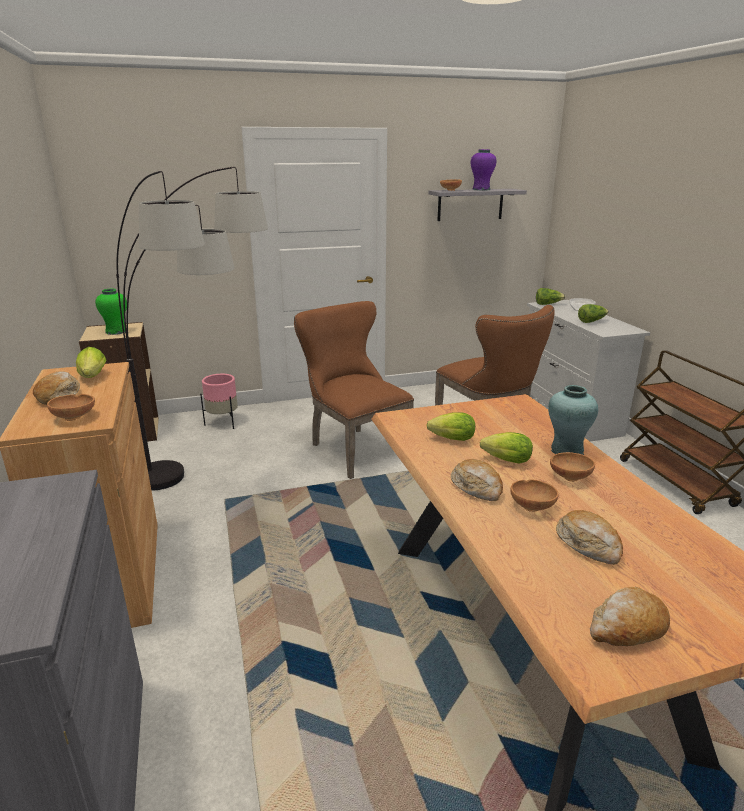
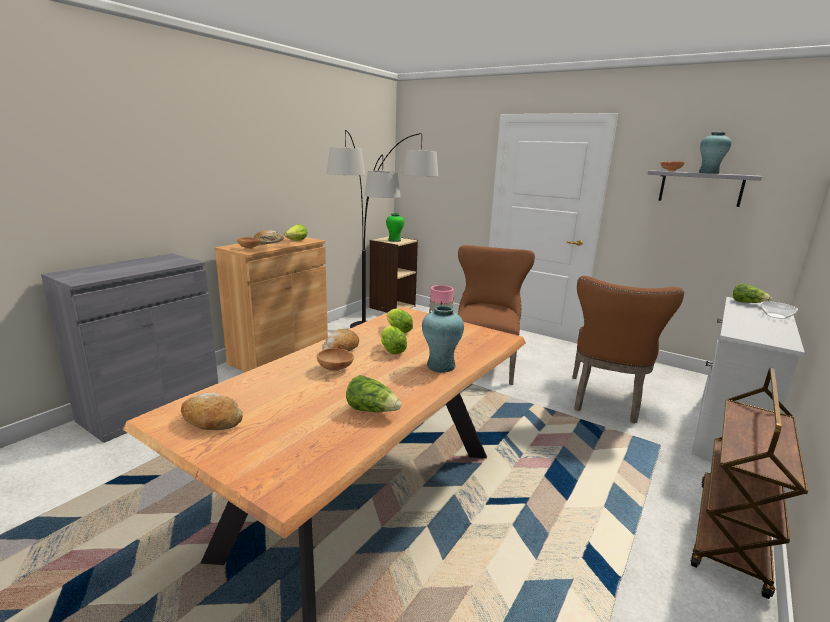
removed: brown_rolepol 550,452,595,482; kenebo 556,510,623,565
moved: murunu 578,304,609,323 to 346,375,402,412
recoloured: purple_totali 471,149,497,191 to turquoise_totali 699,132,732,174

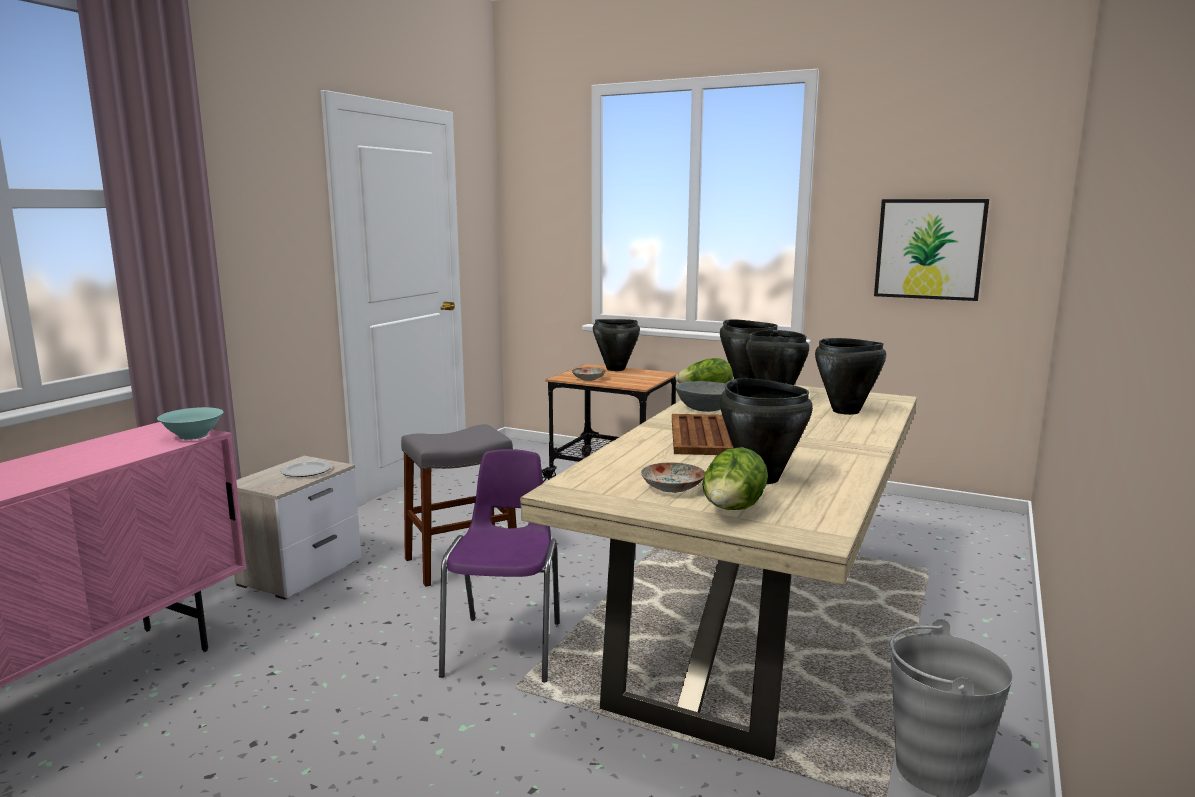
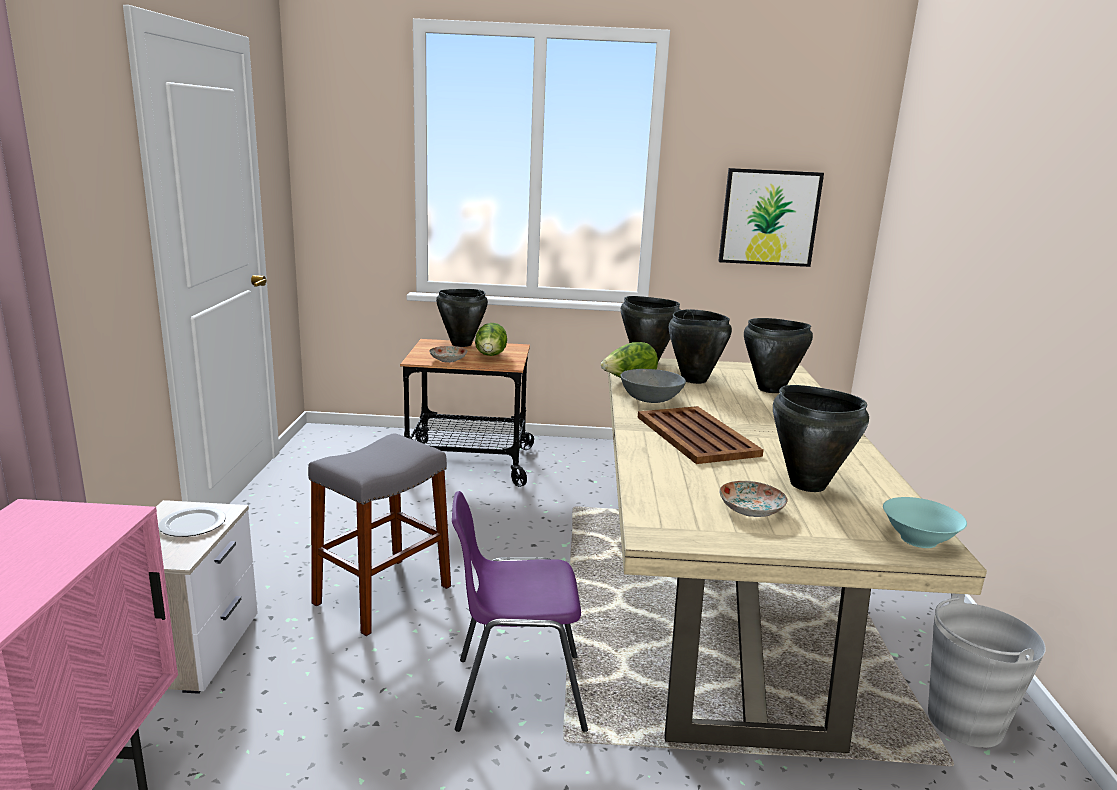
moved: murunu 702,447,768,510 to 475,323,507,356; turquoise_rolepol 157,407,223,440 to 883,497,967,548
turned: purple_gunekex 439,449,560,682 = 452,491,588,732 75 degrees counterclockwise

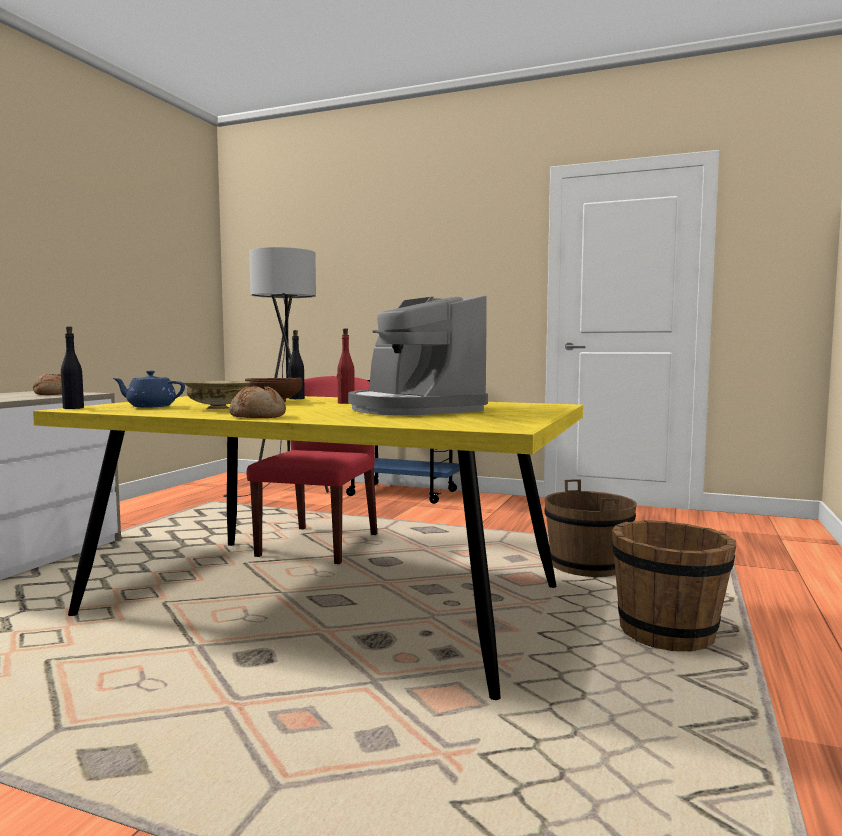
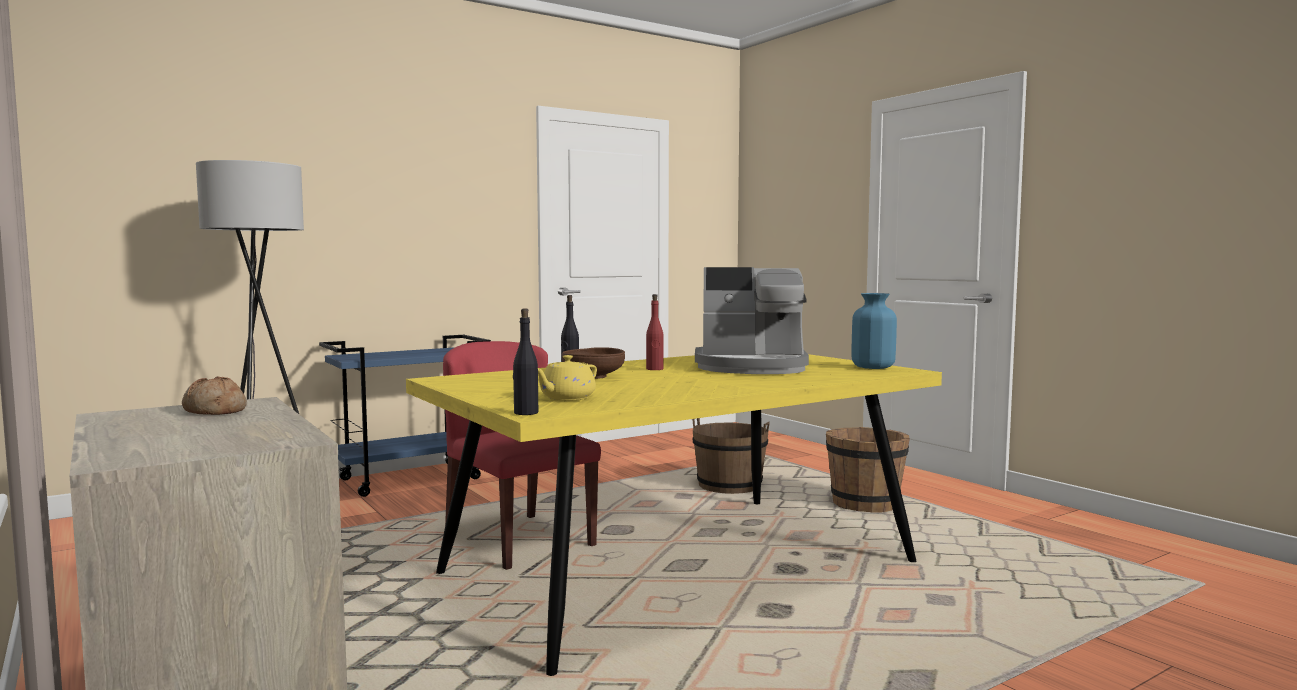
removed: beige_rolepol 184,381,251,409; kenebo 229,386,286,418
added: blue_totali 852,293,897,369
recoloured: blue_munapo 112,371,185,408 to yellow_munapo 538,355,597,401

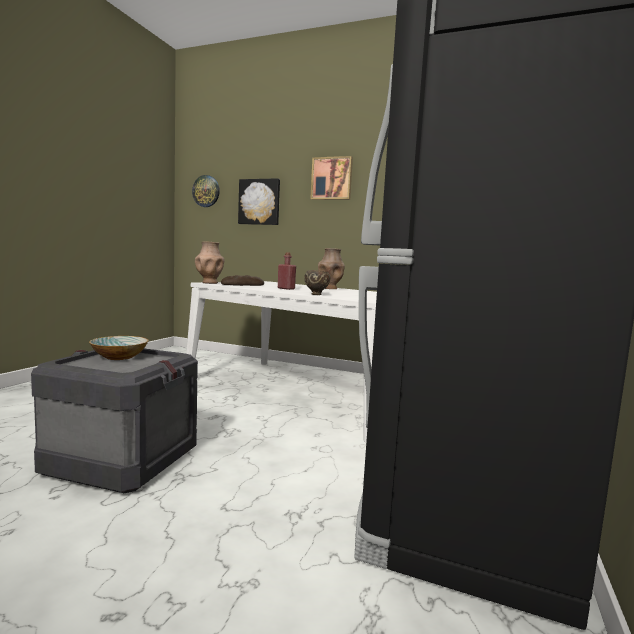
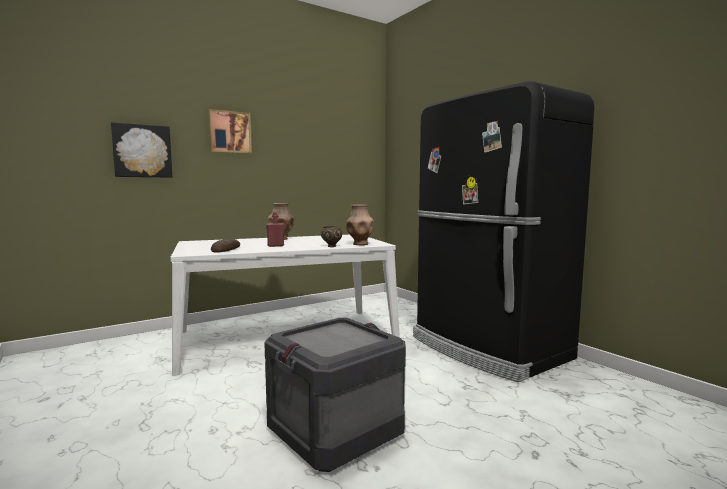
removed: rolepol 89,336,149,360; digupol 192,175,220,207
moved: brown_totali 195,242,224,284 to 346,204,374,245

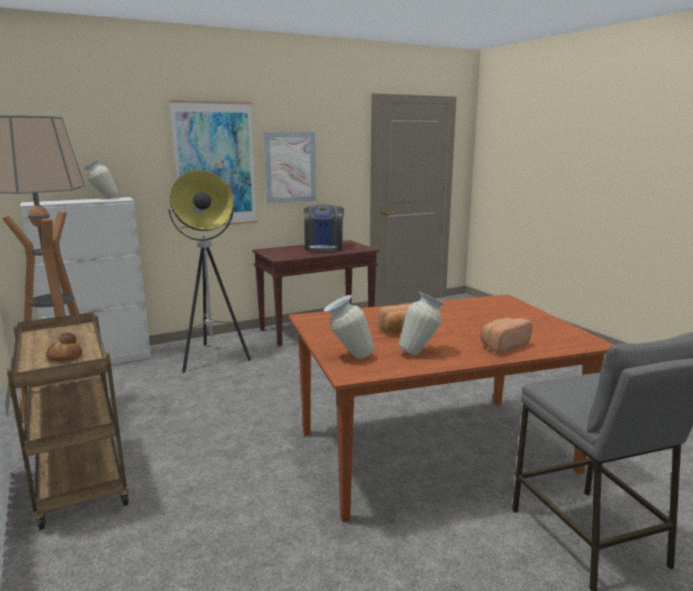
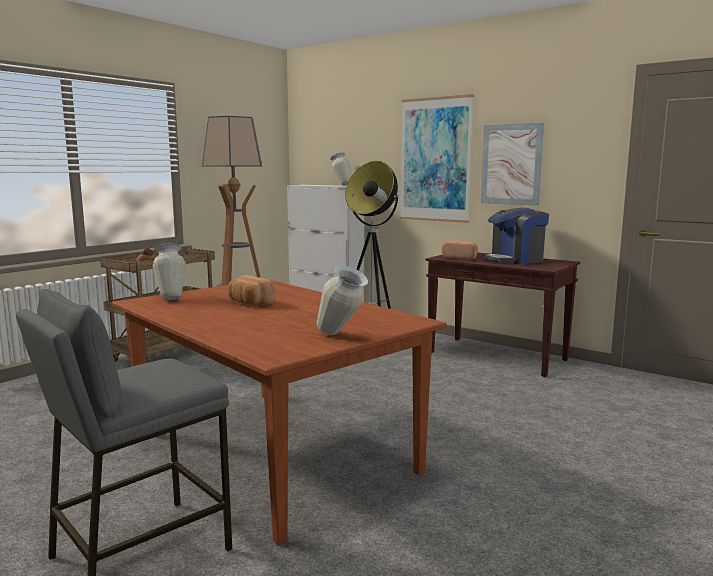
moved: totali 399,292,447,355 to 317,265,368,335; kenebo 480,318,532,353 to 442,241,478,260

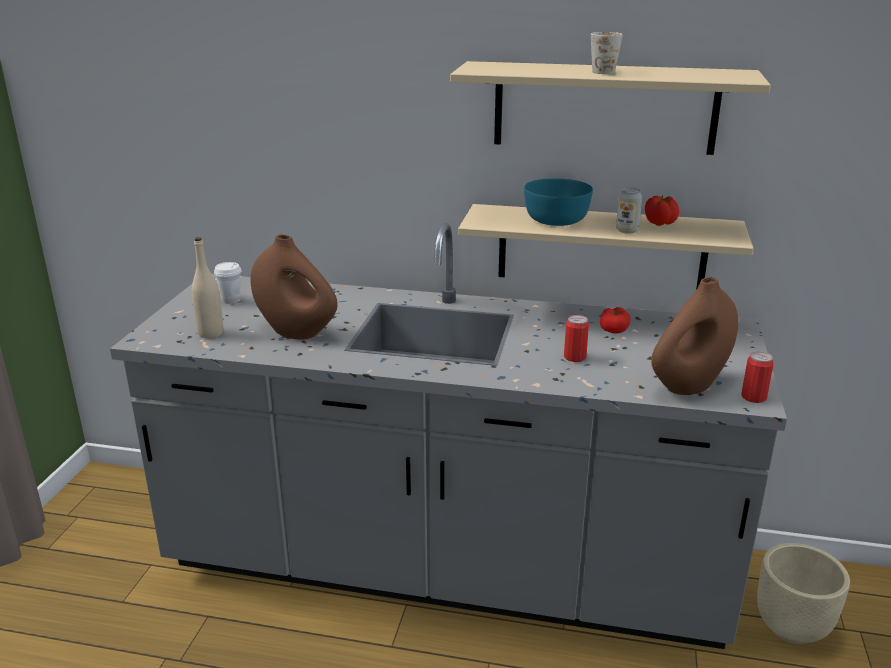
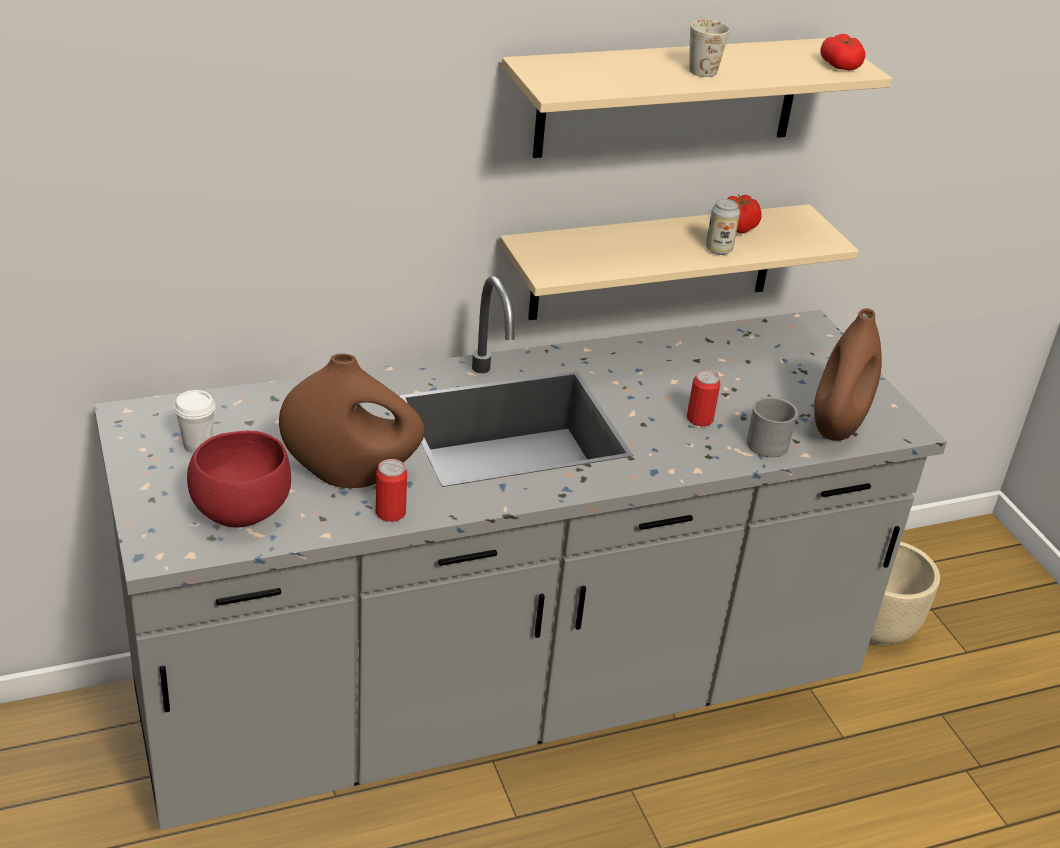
removed: turquoise_rolepol 524,178,593,226
added: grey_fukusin 746,396,798,457
moved: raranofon 741,351,774,403 to 376,459,407,522; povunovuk 600,307,630,334 to 820,34,865,71
replaced: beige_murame 192,237,223,338 to red_rolepol 187,431,291,528

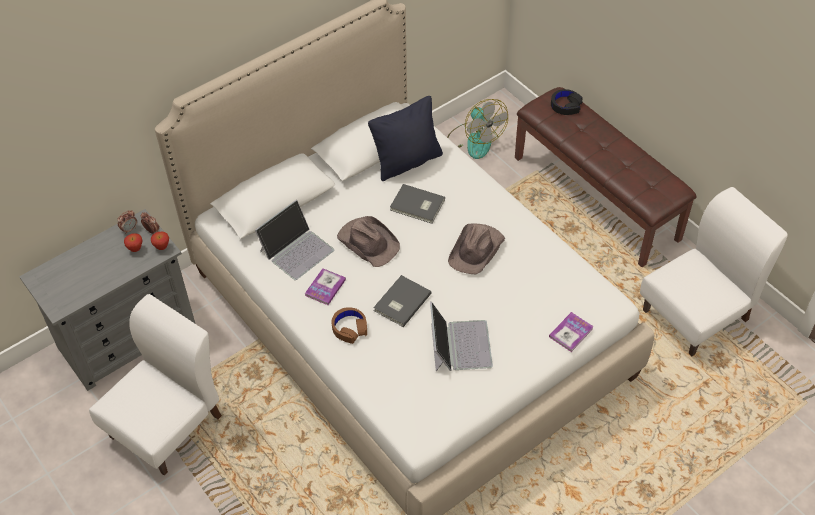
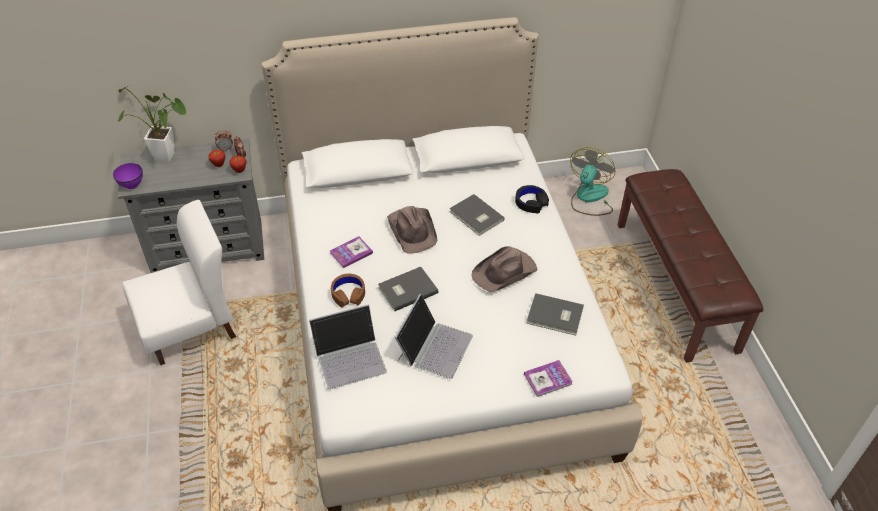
removed: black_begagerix 368,96,443,181; white_gunekex 640,187,788,356
added: purple_rolepol 113,163,143,189; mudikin 118,86,187,162; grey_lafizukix 527,293,584,335
moved: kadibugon 255,200,334,280 to 309,304,387,389; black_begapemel 551,89,583,115 to 515,185,549,213
turned: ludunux 447,99,508,159 = 570,147,615,216 150 degrees counterclockwise

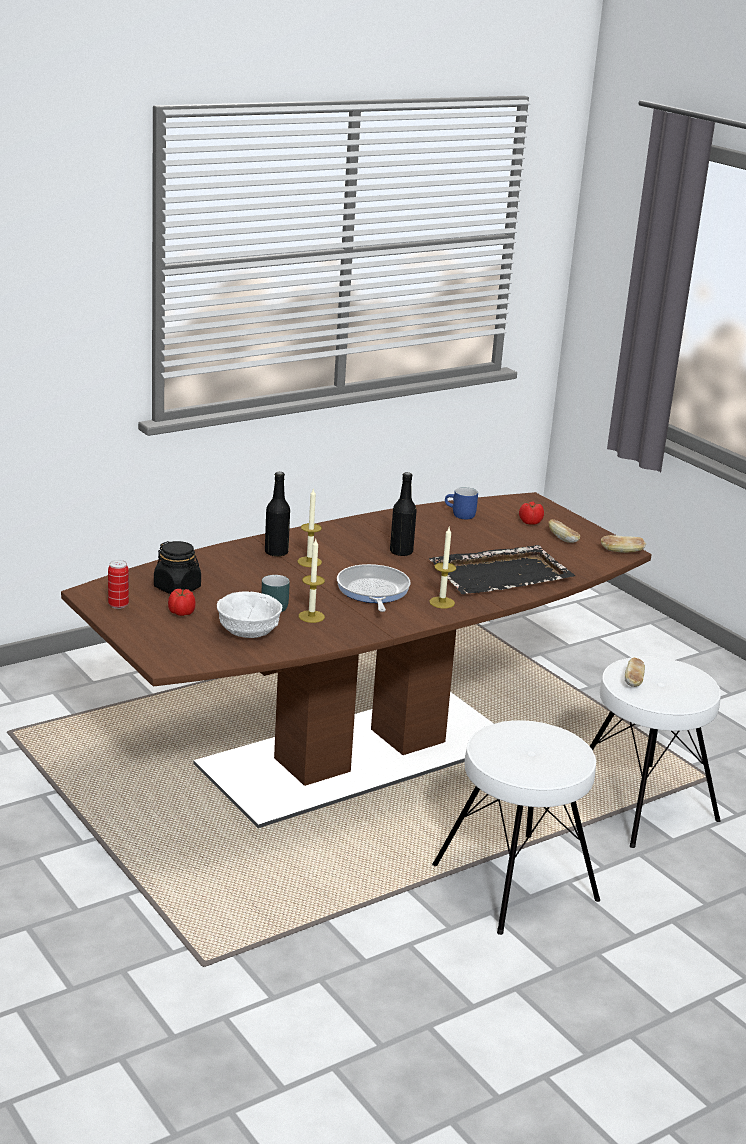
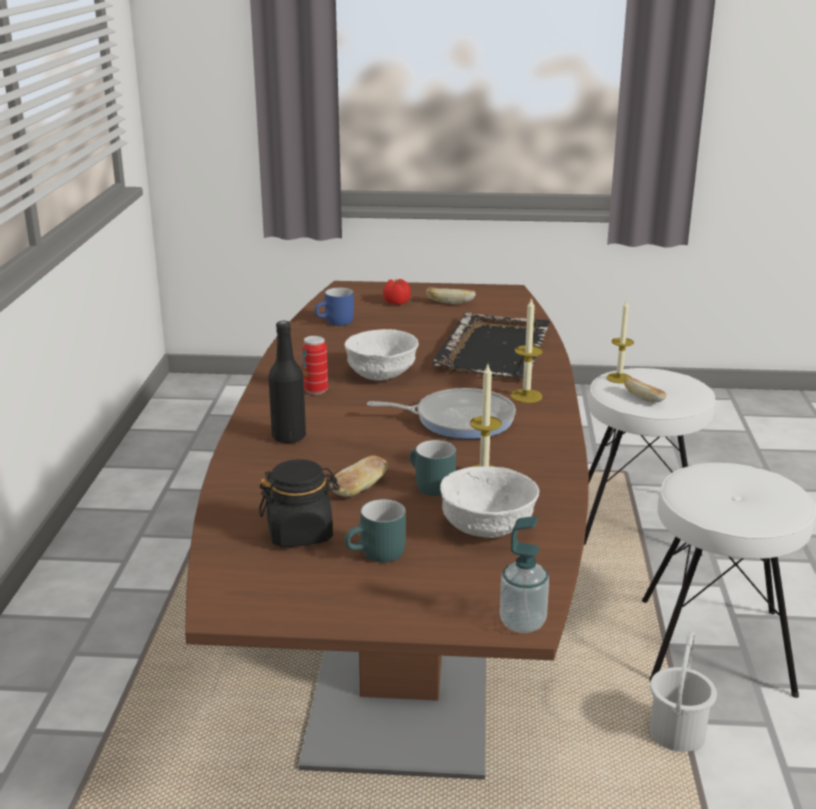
added: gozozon 500,516,549,633; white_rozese 650,631,717,752
moved: raranofon 108,560,129,609 to 302,336,328,395; kenebo 601,535,646,553 to 330,456,388,497; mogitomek 297,488,322,567 to 607,299,634,384
replaced: black_murame 390,472,417,557 to white_rolepol 344,329,419,381; povunovuk 168,589,196,616 to turquoise_fukusin 345,499,406,563
turned: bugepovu 337,564,410,612 = 367,388,516,439 150 degrees clockwise

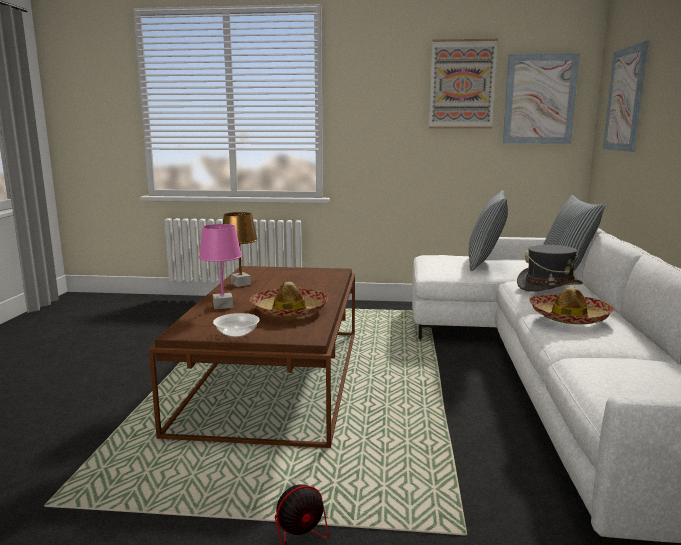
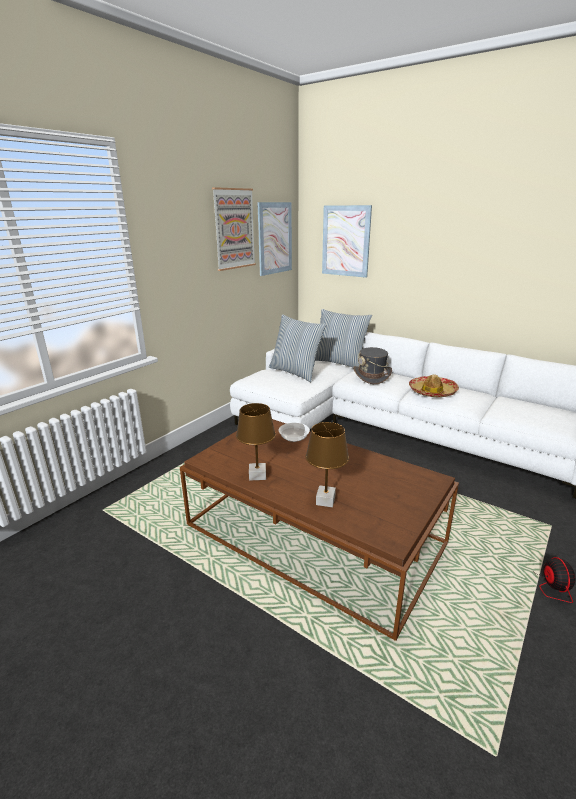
removed: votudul 249,282,328,318
moved: rolepol 213,313,260,338 to 278,423,310,442
recoloured: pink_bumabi 199,224,242,309 to brown_bumabi 306,422,349,507

